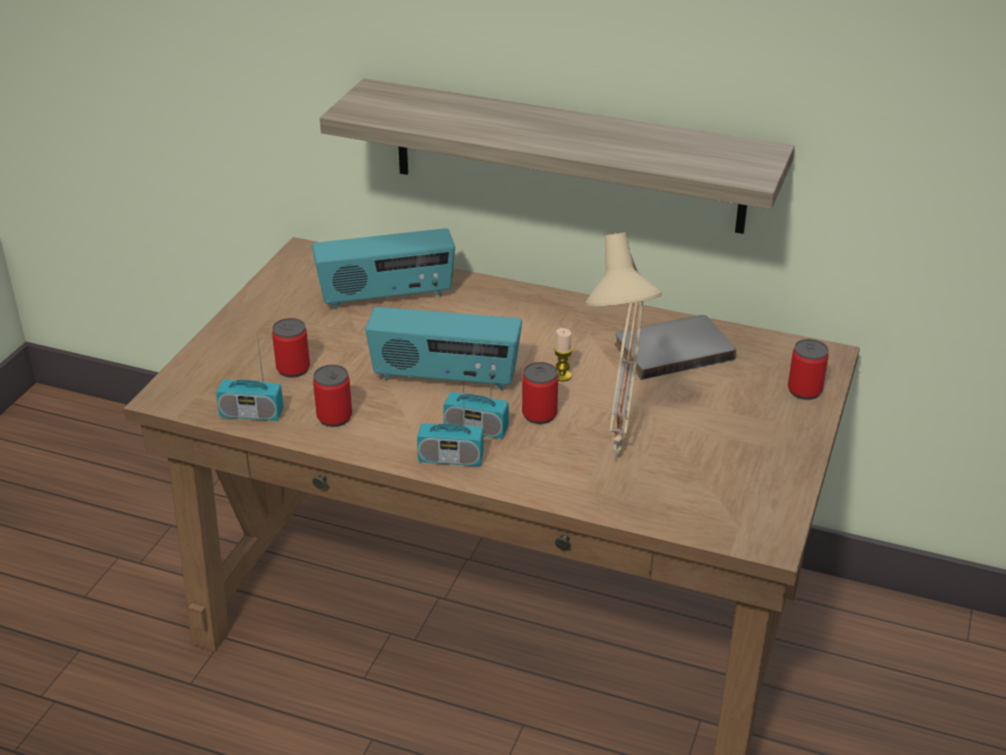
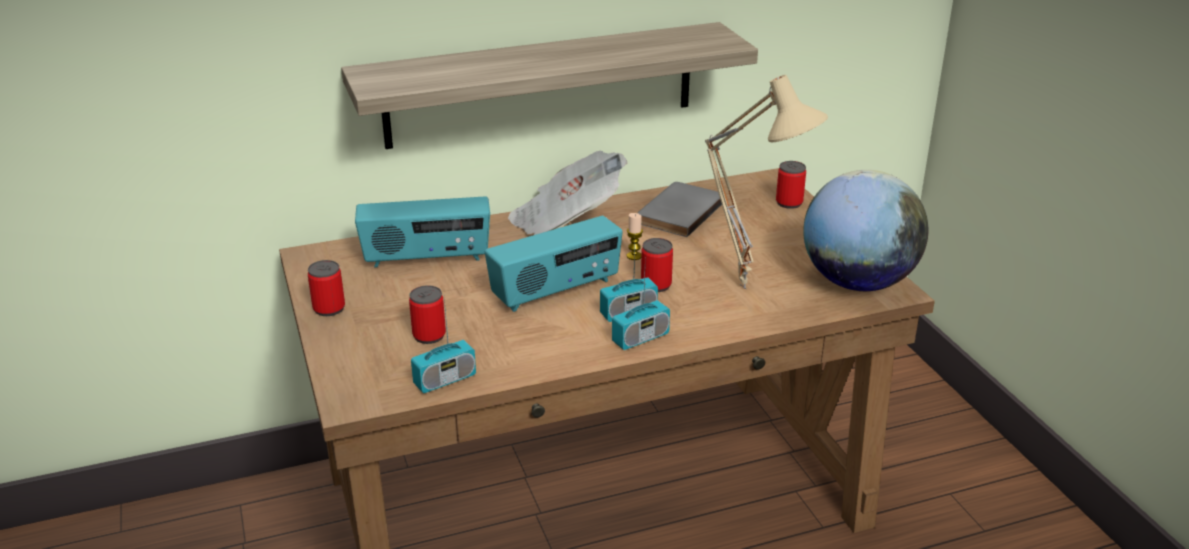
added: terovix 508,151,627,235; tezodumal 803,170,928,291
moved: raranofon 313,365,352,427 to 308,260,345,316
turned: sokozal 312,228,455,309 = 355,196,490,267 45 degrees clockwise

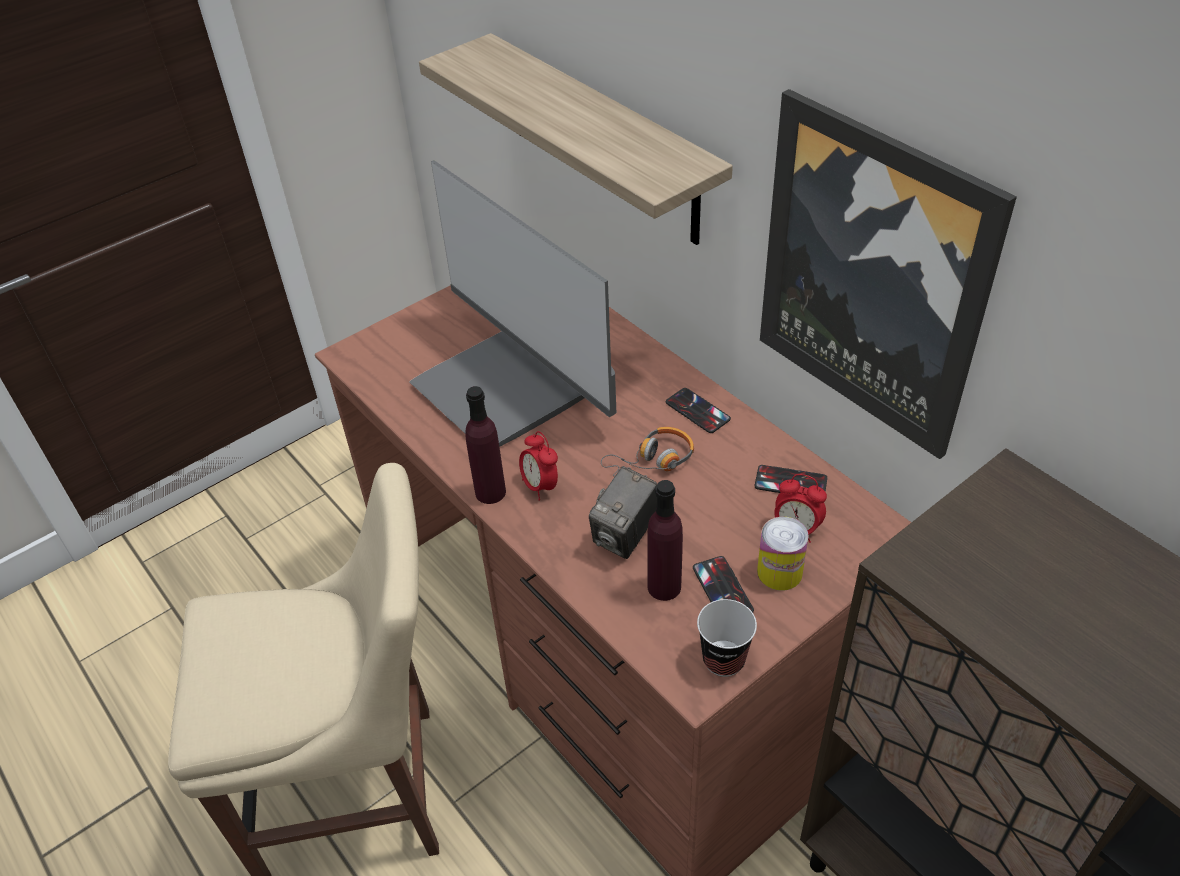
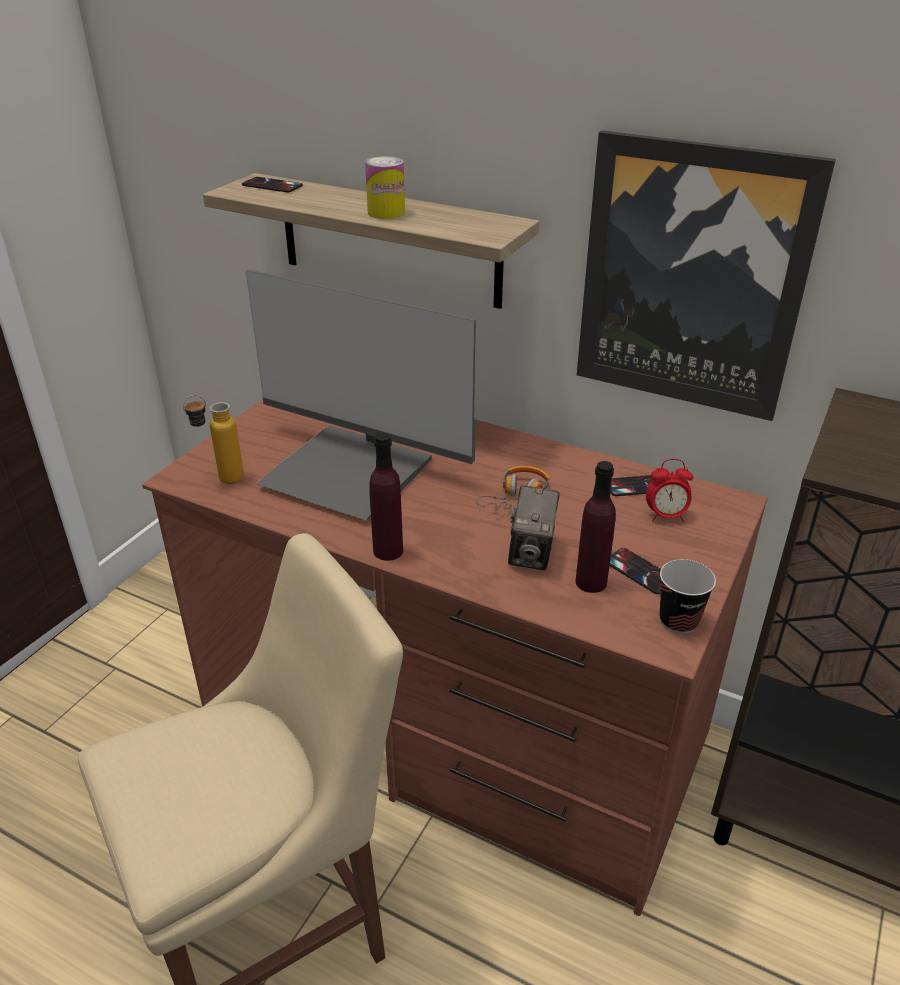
removed: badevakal 519,431,558,501
added: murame 183,395,244,484
moved: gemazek 666,388,731,433 to 242,177,303,192; raranofon 757,517,809,590 to 365,156,405,219

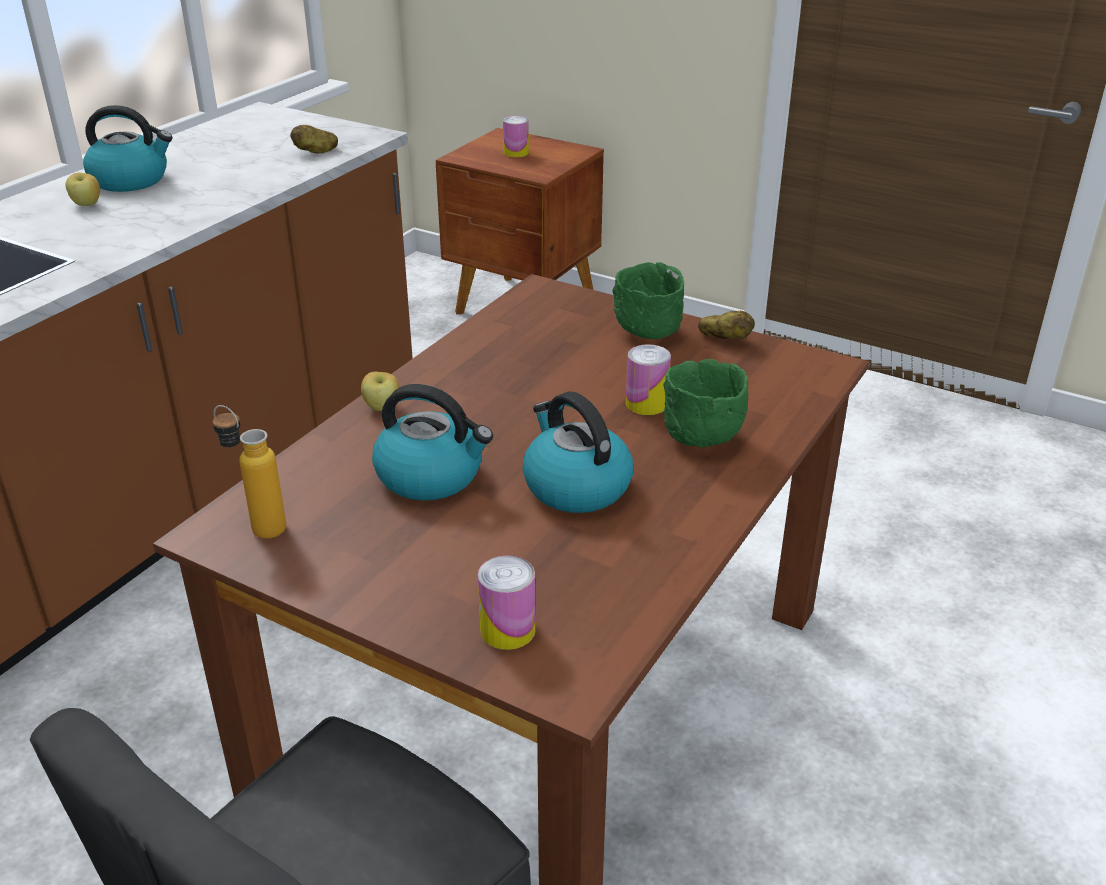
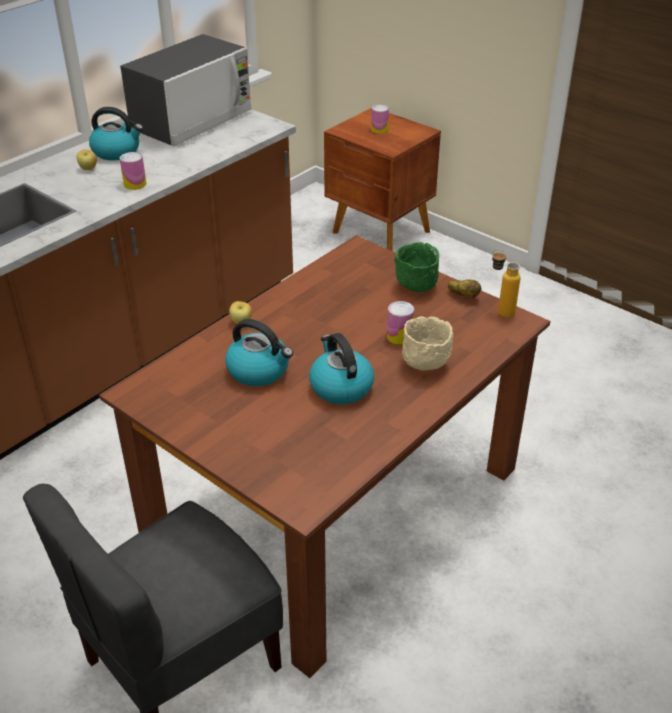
removed: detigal 290,125,338,153
added: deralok 120,34,252,146
moved: raranofon 478,556,536,650 to 120,152,146,190; murame 213,405,286,539 to 492,249,521,318
recoloured: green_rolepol 664,359,748,447 to beige_rolepol 402,316,454,371

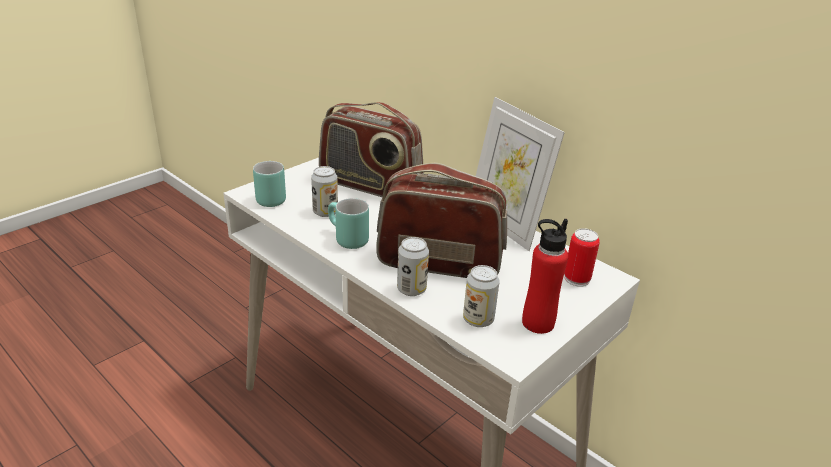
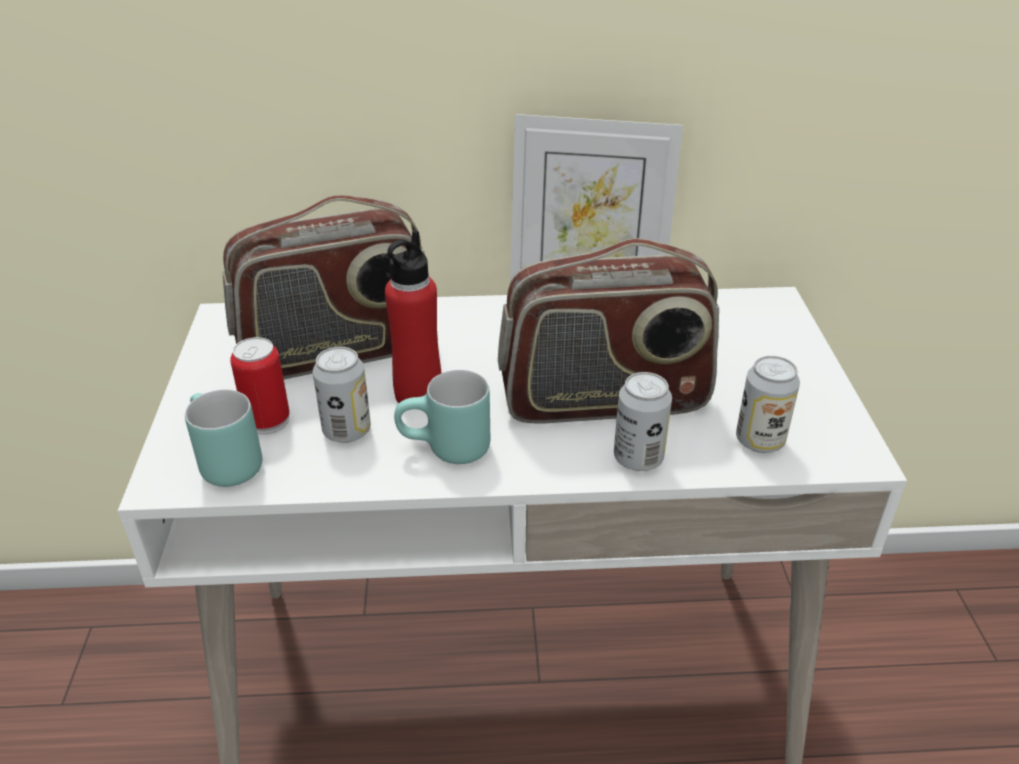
moved: raranofon 564,228,600,287 to 230,337,290,434; red_murame 522,219,568,334 to 385,230,441,403
turned: sokozal 376,163,507,278 = 498,238,719,423 150 degrees counterclockwise

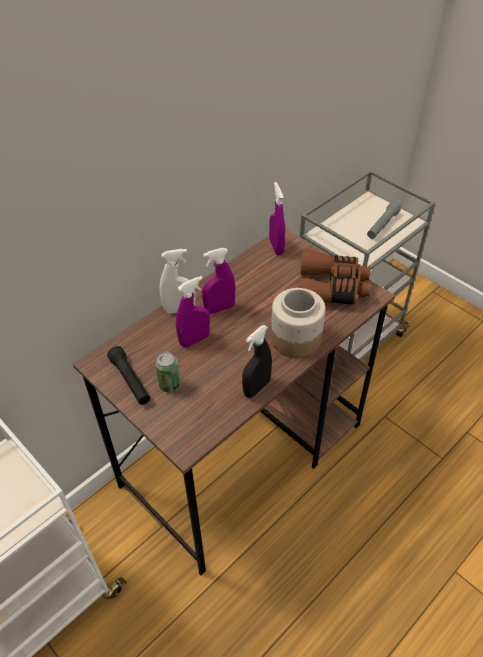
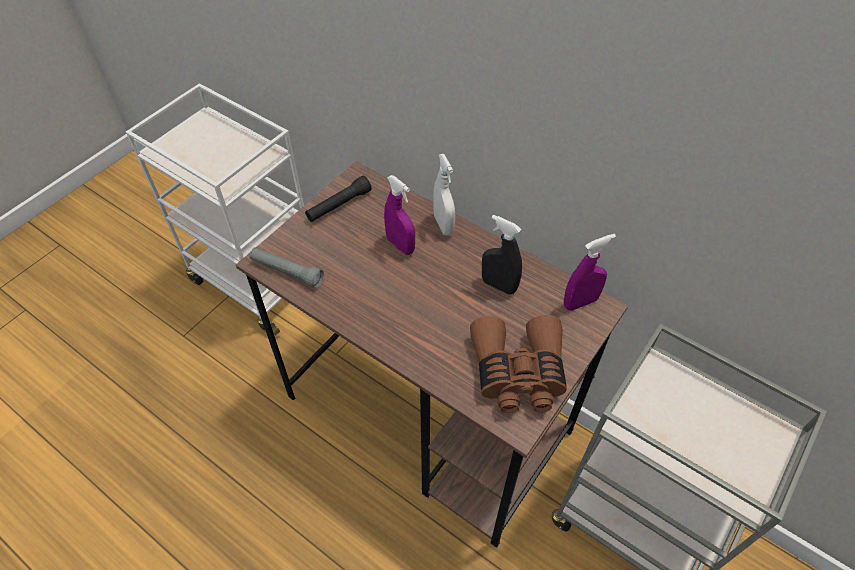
removed: raranofon 155,352,181,392; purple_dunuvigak 202,248,235,314; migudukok 271,288,326,358
moved: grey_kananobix 367,202,401,239 to 250,247,324,288; black_dunuvigak 242,325,272,398 to 482,215,522,295

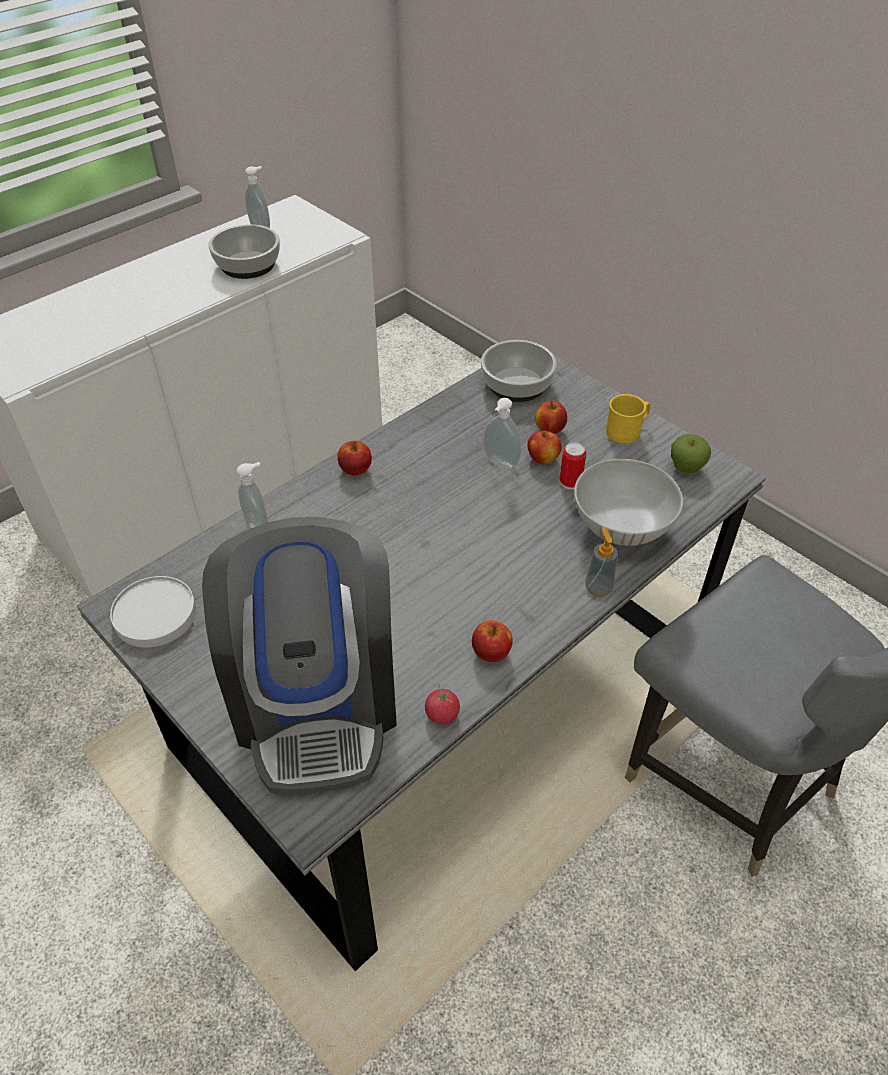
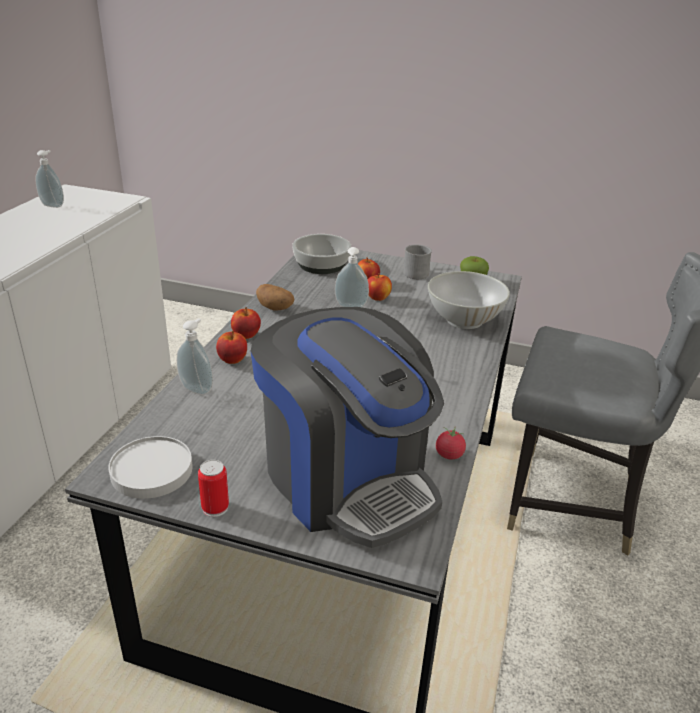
removed: rolepol 208,224,280,279; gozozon 585,527,618,597
added: detigal 256,284,295,311
moved: raranofon 560,442,586,490 to 198,460,229,517; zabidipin 472,620,513,662 to 216,331,247,364
recoloured: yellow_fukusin 606,394,651,444 to grey_fukusin 403,245,432,279

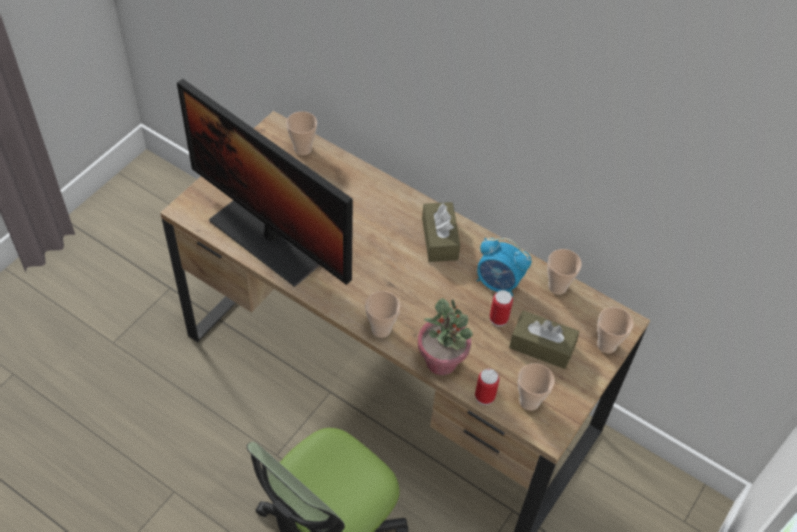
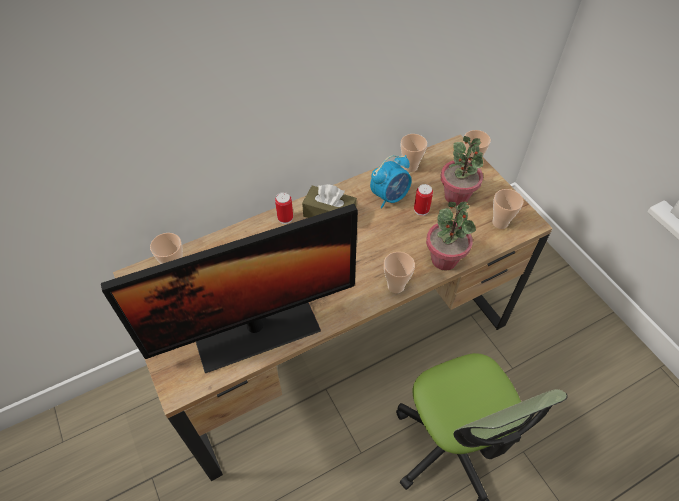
moved: raranofon 475,369,499,405 to 275,192,293,224
replaced: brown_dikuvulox 509,311,579,369 to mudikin 440,136,483,206

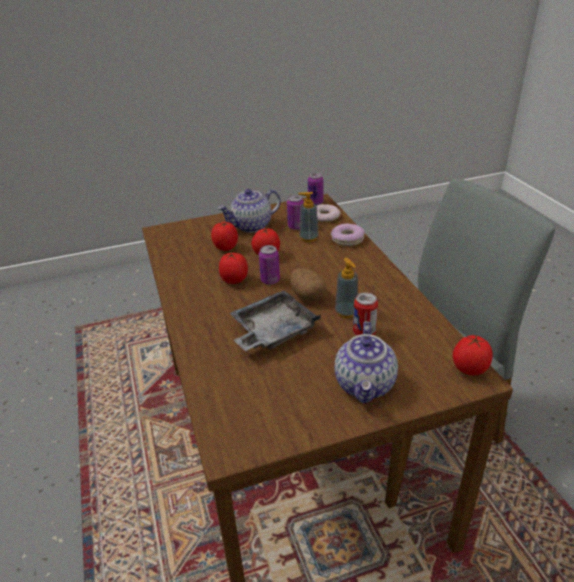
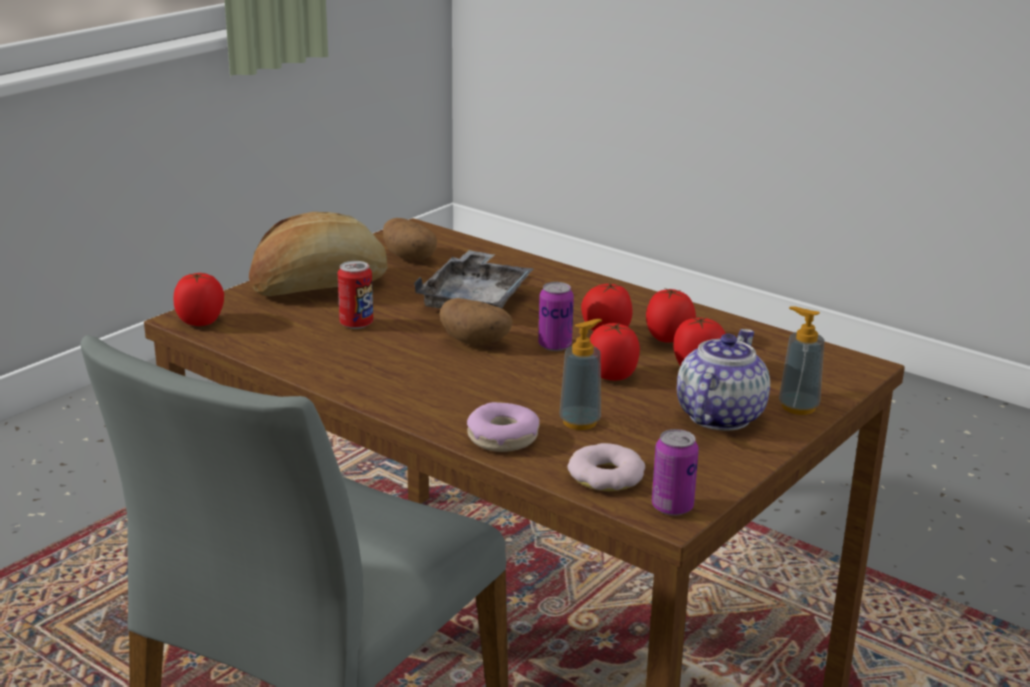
removed: raranofon 287,195,304,230
added: detigal 383,218,437,260; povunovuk 646,288,696,343
moved: gozozon 335,258,358,318 to 779,306,824,415
replaced: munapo 335,321,398,403 to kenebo 249,212,388,296

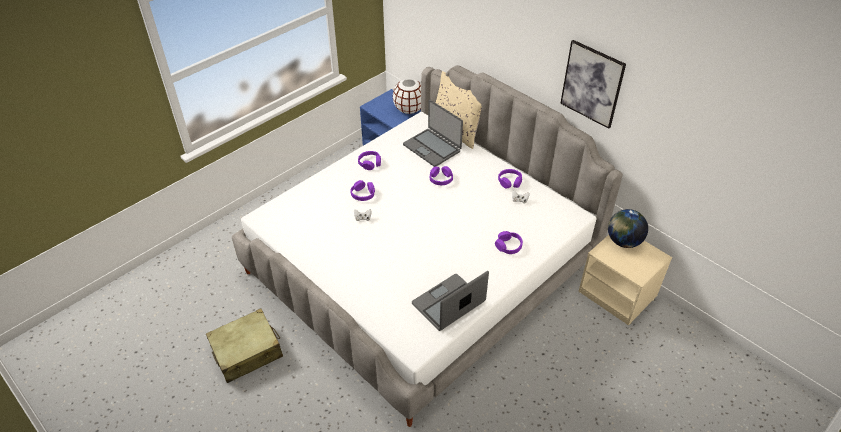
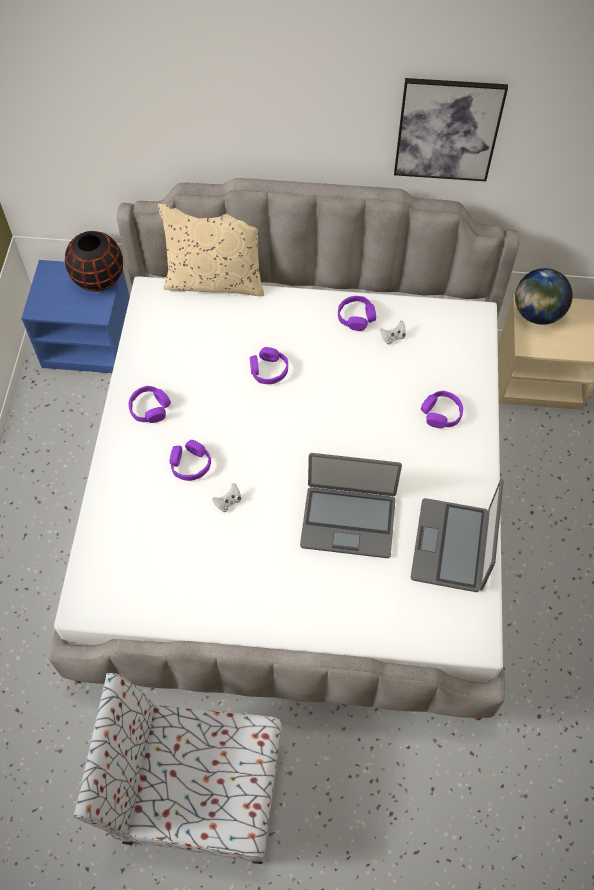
moved: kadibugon 403,100,463,167 to 300,453,402,558
replaced: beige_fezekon 206,309,283,383 to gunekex 73,673,282,864
recoloured: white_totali 393,79,421,114 to black_totali 65,231,123,291

